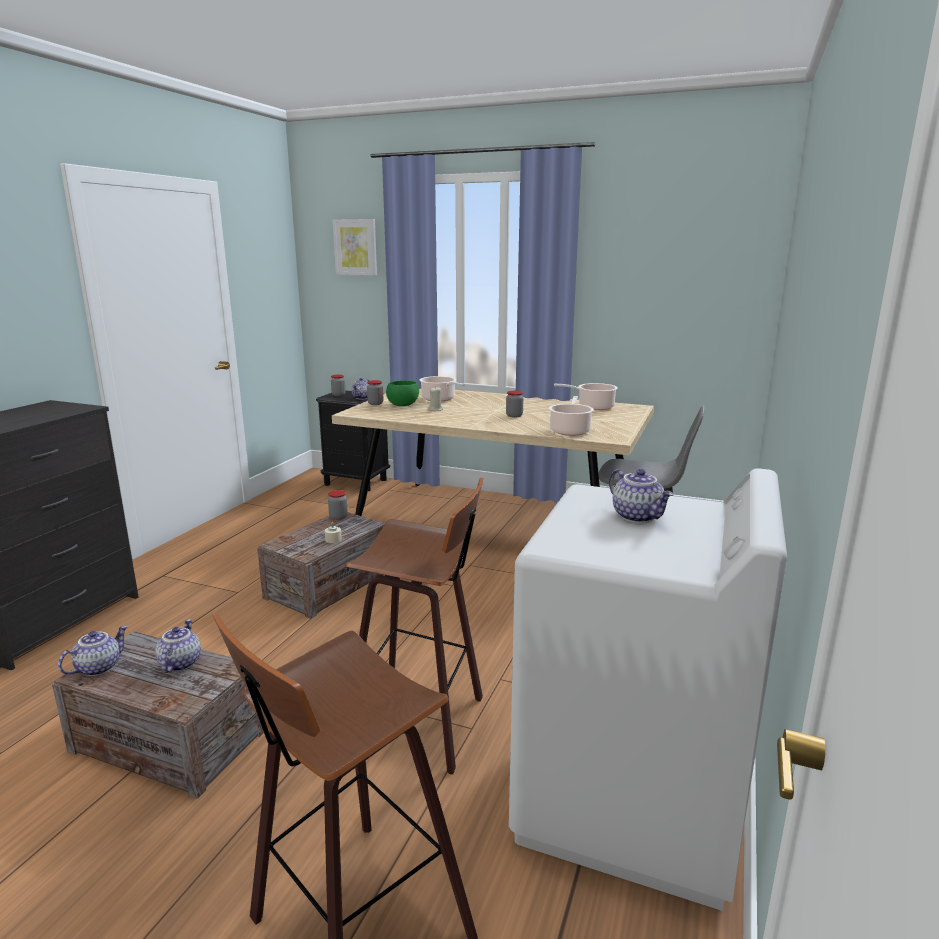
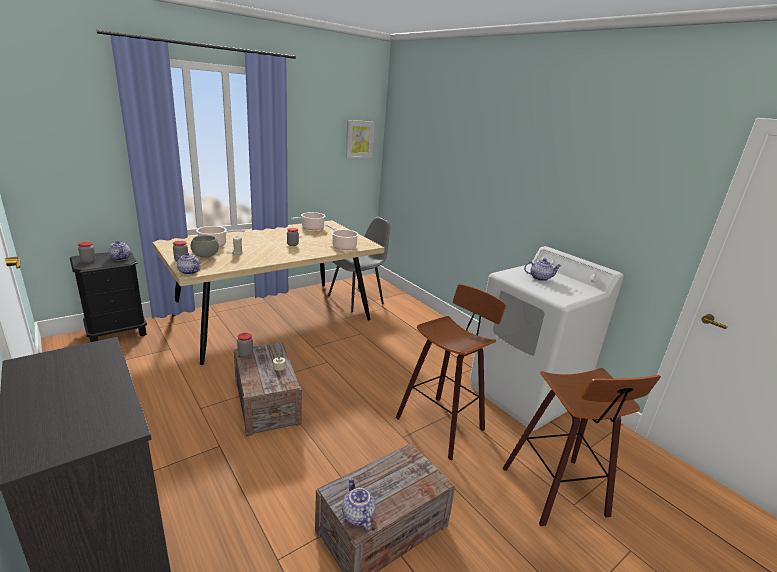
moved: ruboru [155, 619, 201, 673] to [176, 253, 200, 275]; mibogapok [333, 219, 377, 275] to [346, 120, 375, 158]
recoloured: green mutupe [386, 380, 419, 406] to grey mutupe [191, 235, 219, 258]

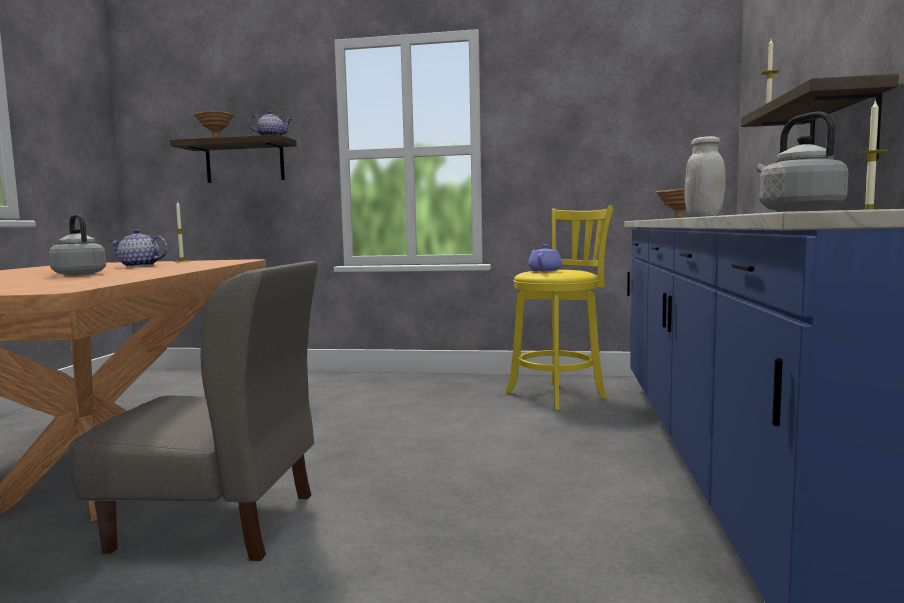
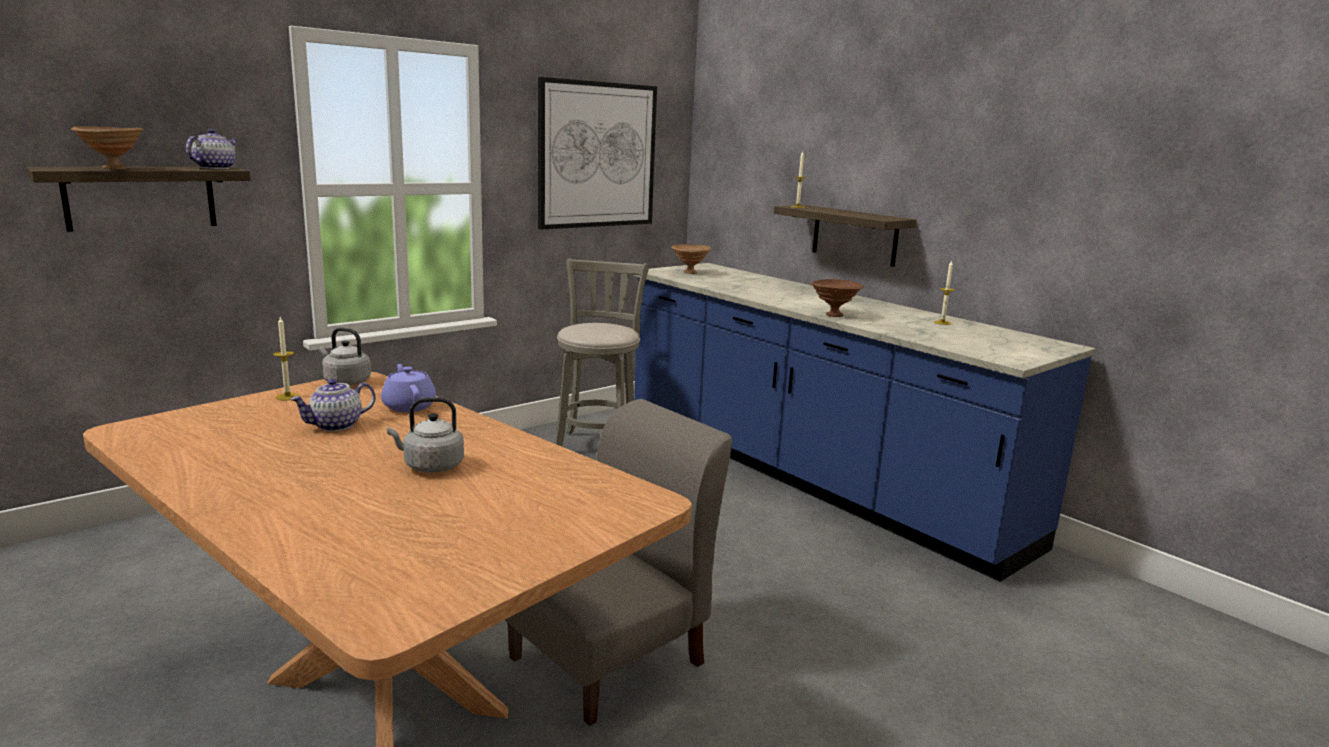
added: mibogapok [538, 77, 657, 230]
moved: purple ruboru [528, 245, 562, 271] to [381, 364, 436, 412]; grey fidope [757, 111, 848, 212] to [319, 328, 371, 386]
replaced: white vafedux [685, 136, 726, 217] to brown mutupe [811, 279, 863, 317]
recoloured: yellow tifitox [506, 205, 613, 410] to grey tifitox [554, 259, 649, 447]

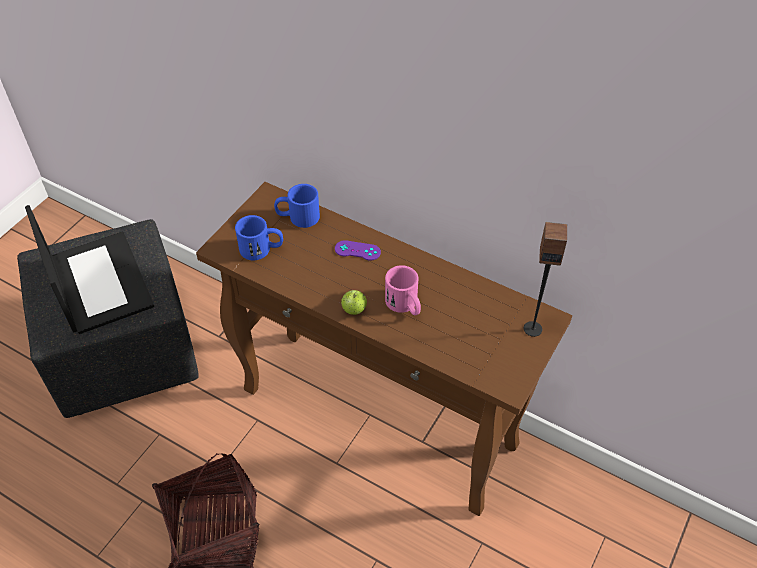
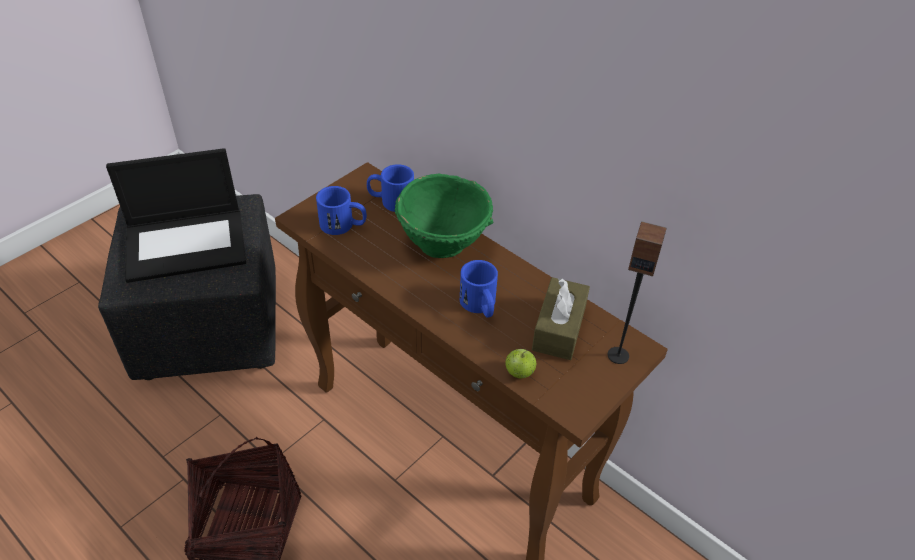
added: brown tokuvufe [532, 277, 590, 360]
moved: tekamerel [341, 290, 367, 315] to [505, 349, 536, 378]
replaced: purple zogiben [335, 240, 381, 261] to green mutupe [395, 174, 494, 258]
recoloured: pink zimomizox [385, 265, 421, 316] to blue zimomizox [460, 260, 498, 318]
turned: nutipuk [25, 205, 154, 334] = [106, 148, 246, 283] 90 degrees clockwise

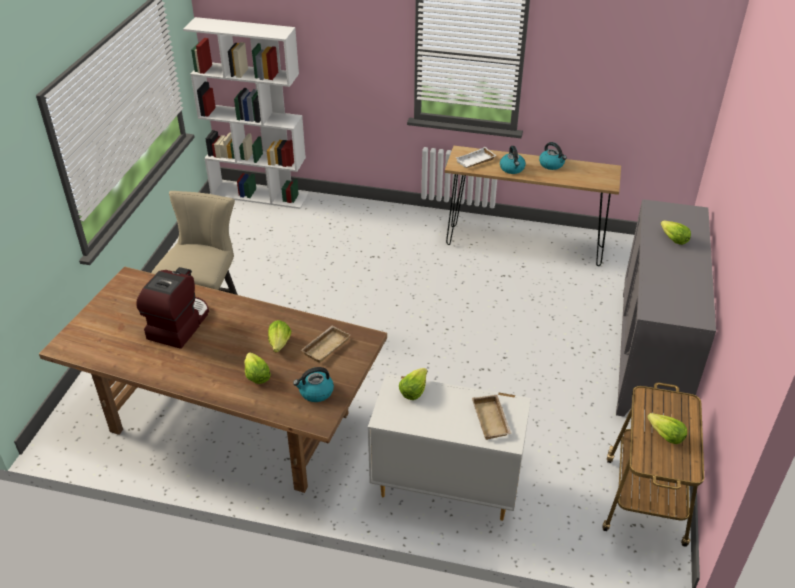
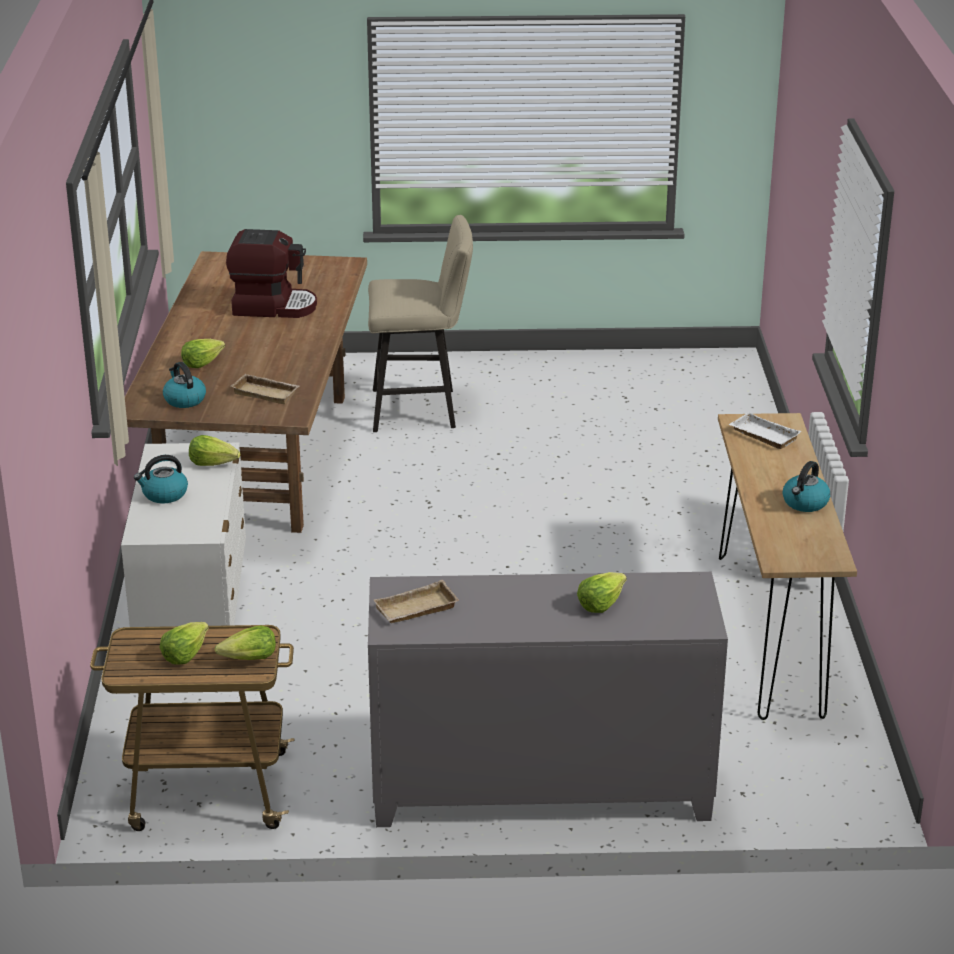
removed: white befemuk [183, 17, 309, 209]
moved: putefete [268, 320, 291, 353] to [214, 625, 276, 660]; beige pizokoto [472, 395, 512, 440] to [373, 580, 459, 623]; fidope [500, 146, 526, 174] to [134, 455, 188, 503]

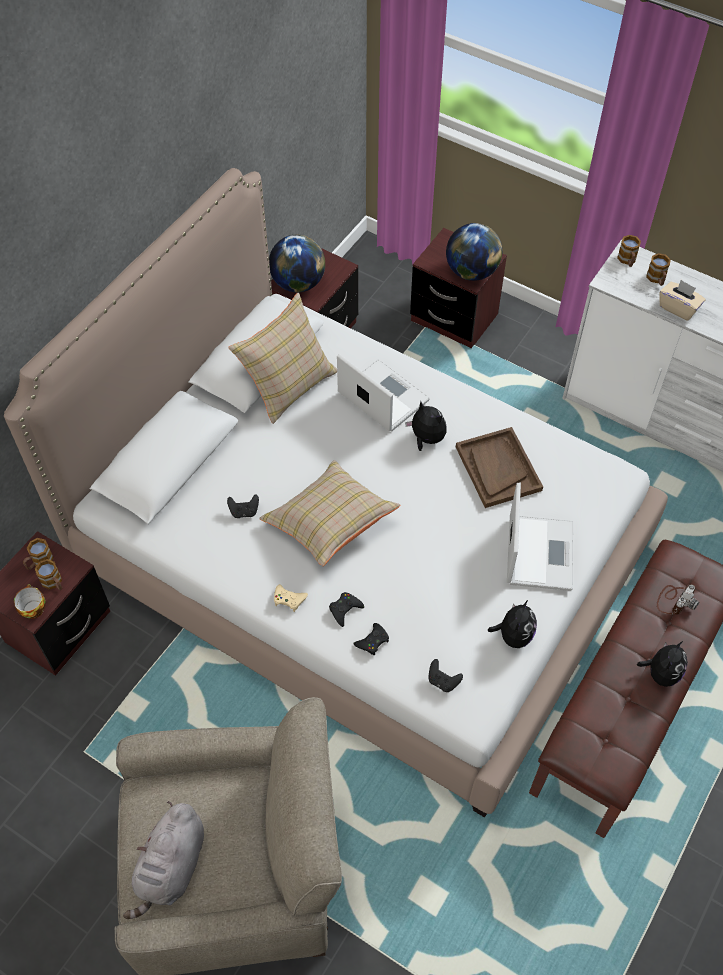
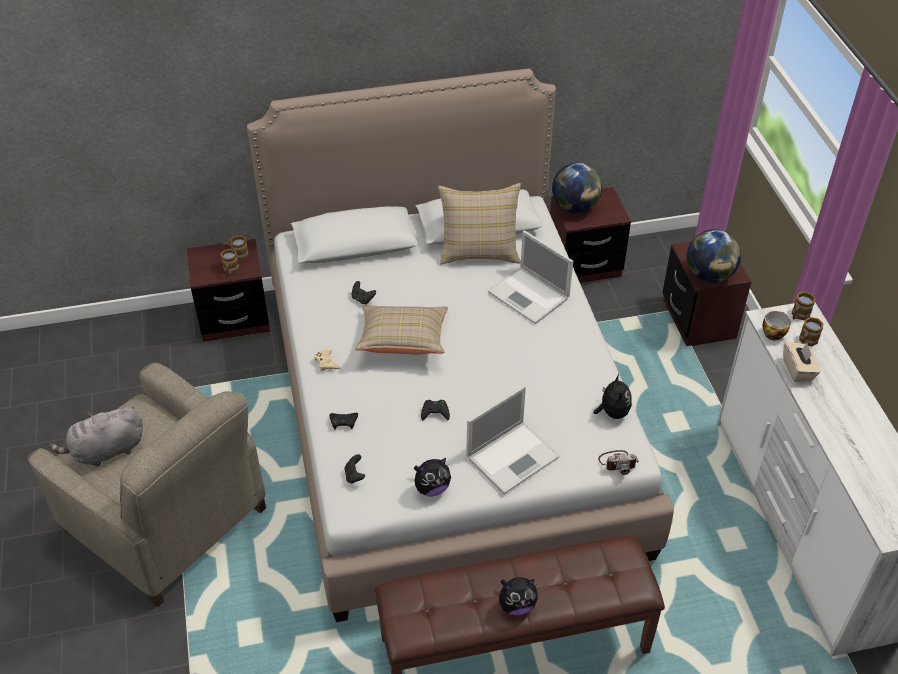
removed: brown pizokoto [456, 427, 543, 508]
moved: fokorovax [14, 584, 46, 619] to [762, 311, 791, 341]; black zogiben [329, 592, 364, 627] to [421, 400, 450, 420]; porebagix [405, 401, 447, 451] to [594, 374, 632, 419]; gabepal [657, 584, 699, 615] to [598, 450, 639, 475]
turned: nutipuk [337, 354, 430, 432] = [488, 230, 573, 324] 135 degrees clockwise

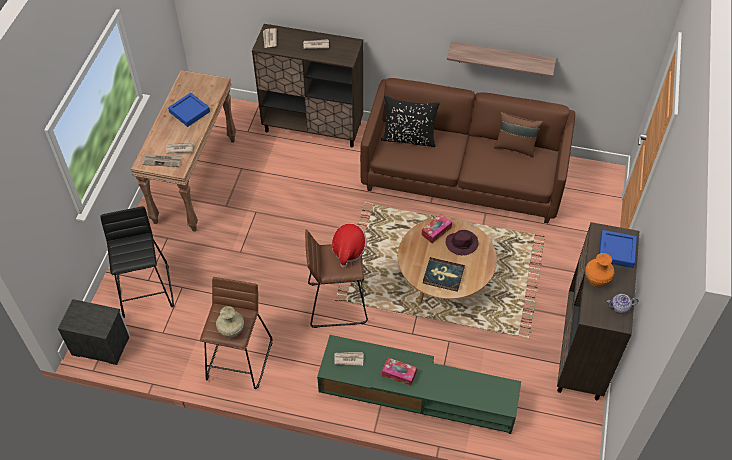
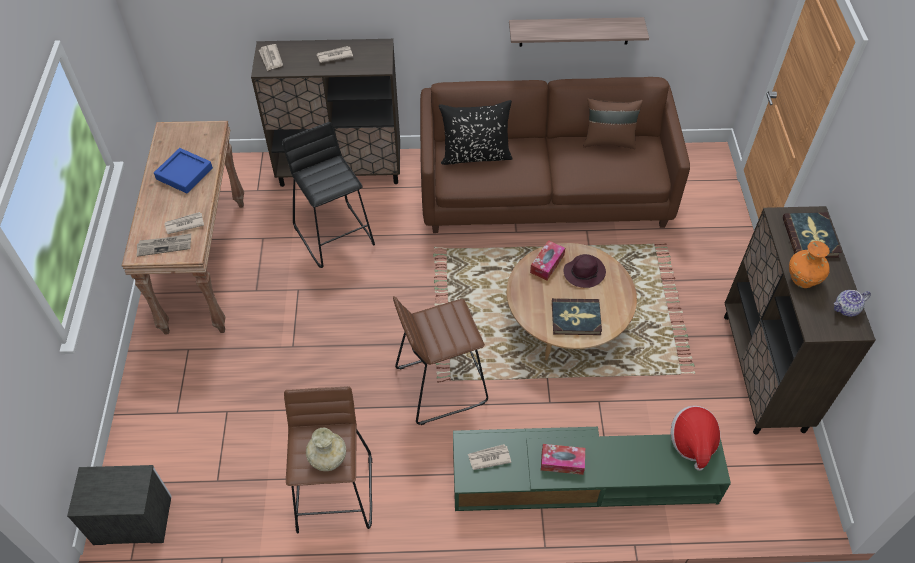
moved: black tifitox [100, 206, 174, 318] to [282, 122, 375, 268]; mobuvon [332, 223, 367, 268] to [671, 406, 720, 471]
replaced: blue pizokoto [599, 230, 637, 268] to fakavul [783, 212, 842, 258]

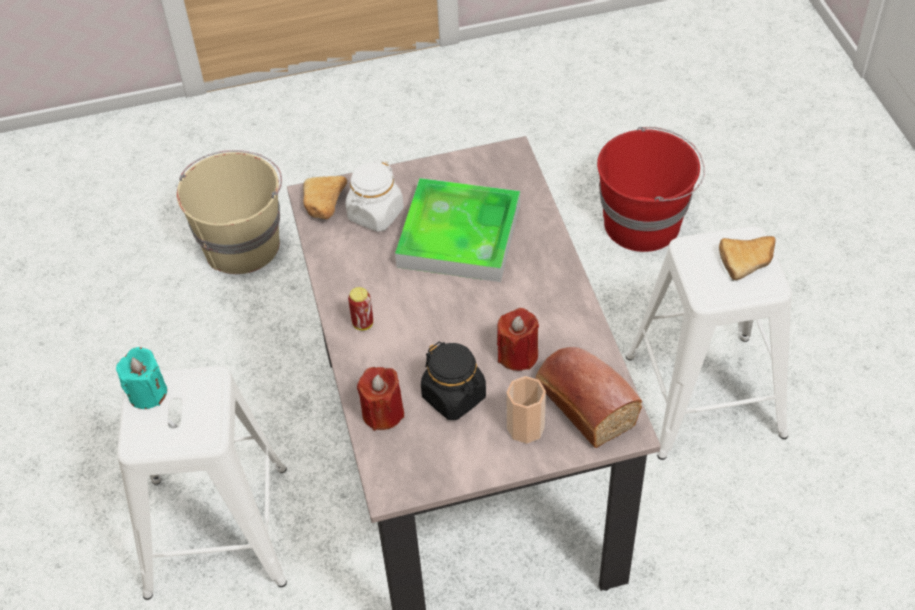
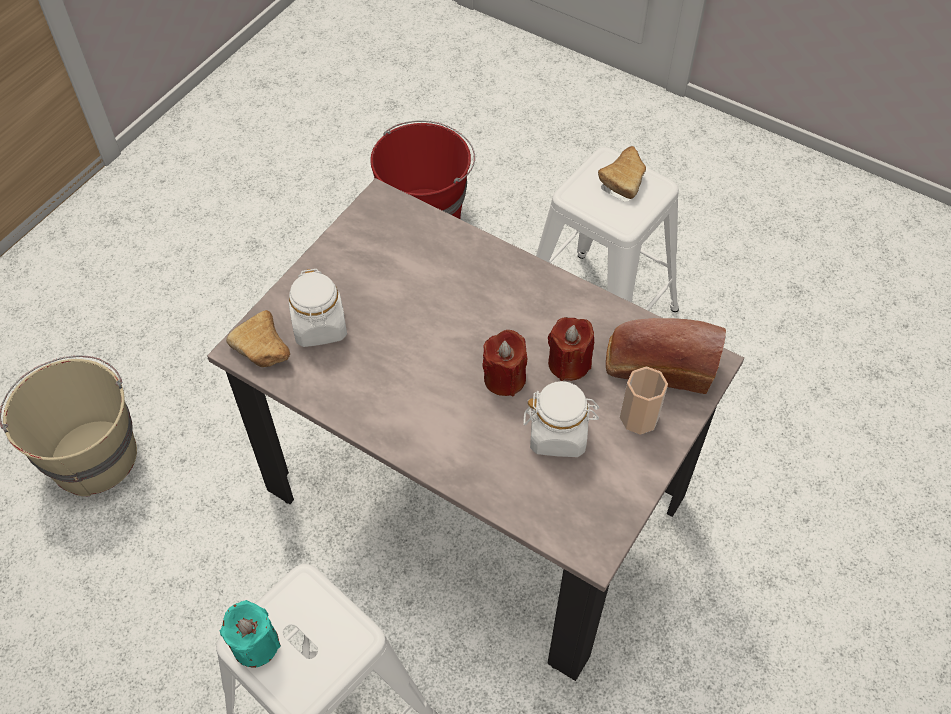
removed: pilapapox [348, 287, 373, 330]; pizokoto [395, 178, 520, 282]
moved: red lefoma [357, 367, 404, 431] to [482, 330, 528, 396]
recoloured: black vafedux [421, 342, 486, 420] to white vafedux [523, 381, 599, 457]

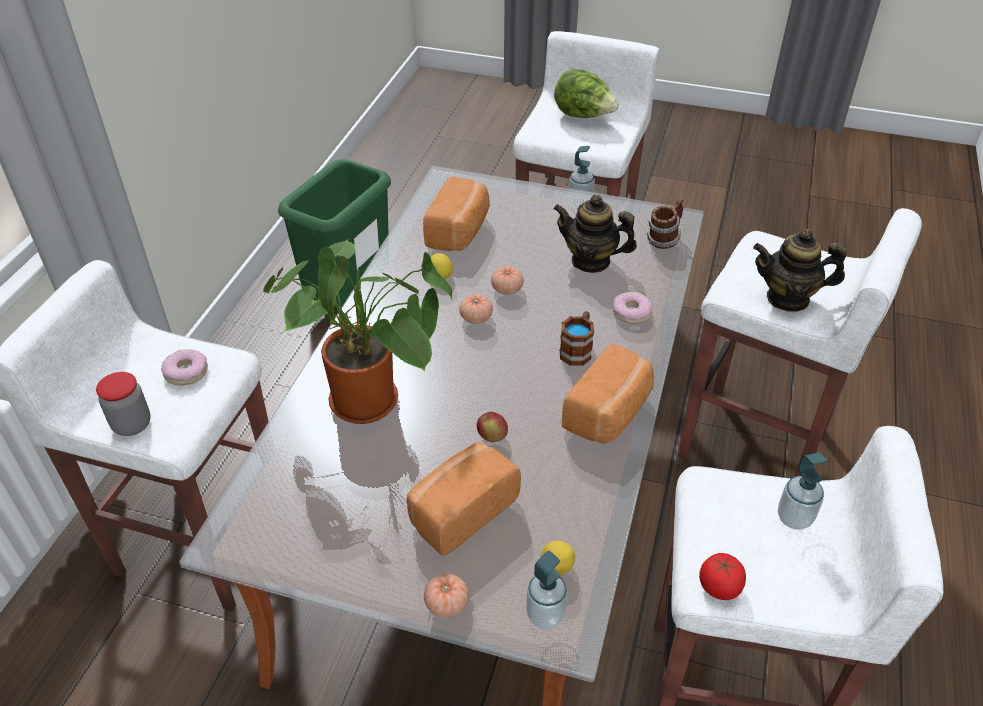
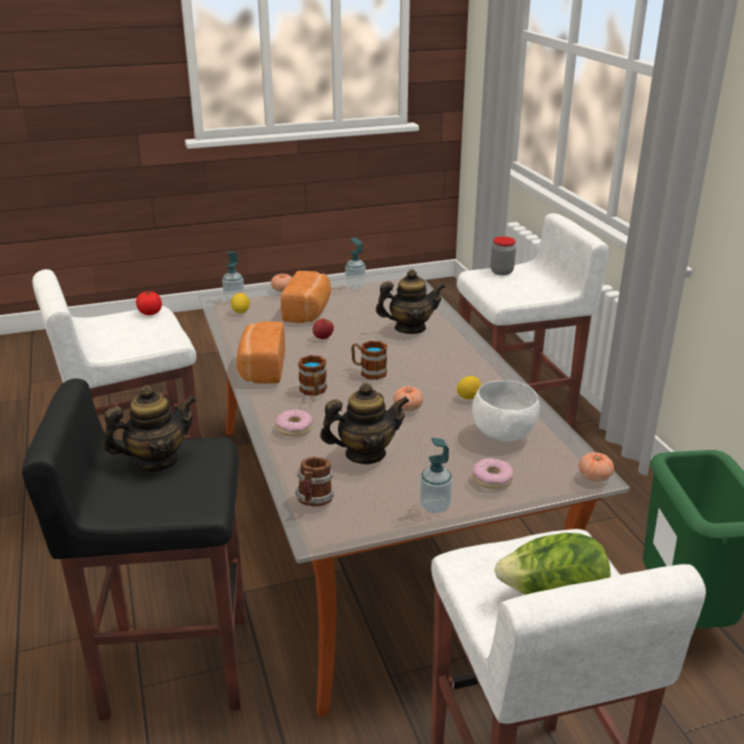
added: zimomizox [351, 341, 387, 380]
moved: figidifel [161, 349, 208, 386] to [472, 458, 514, 489]; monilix [459, 294, 493, 324] to [579, 452, 614, 482]; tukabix [778, 452, 827, 530] to [345, 238, 366, 290]
replaced: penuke [263, 240, 452, 424] to ruboru [376, 269, 445, 334]; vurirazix [423, 176, 490, 251] to white mutupe [472, 381, 540, 441]
recoloured: white tifitox [678, 208, 922, 477] to black tifitox [22, 379, 245, 720]

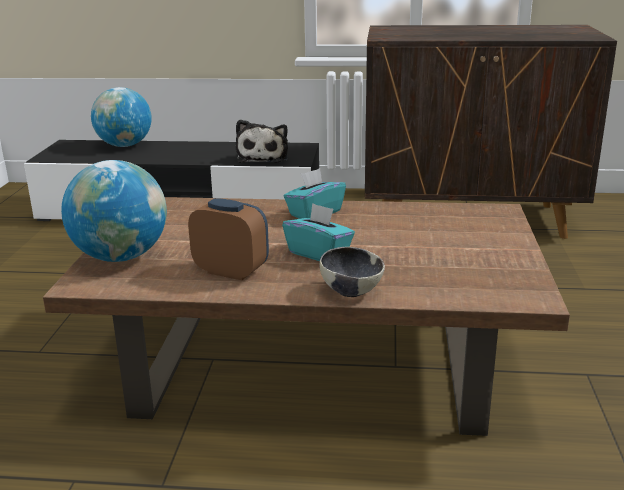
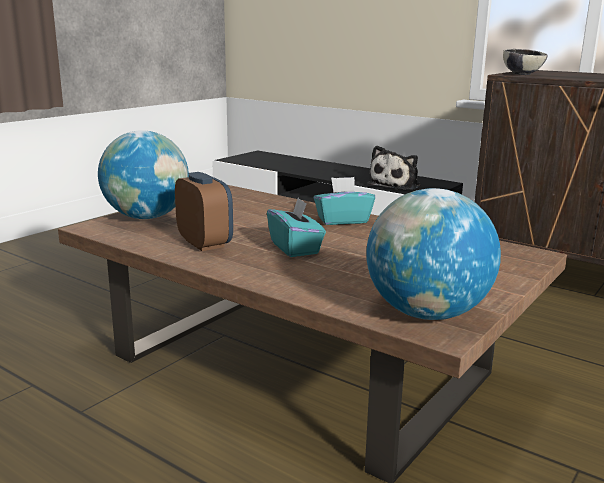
moved: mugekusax [91, 87, 152, 147] to [366, 188, 501, 320]; mutupe [319, 247, 385, 297] to [503, 49, 547, 75]

